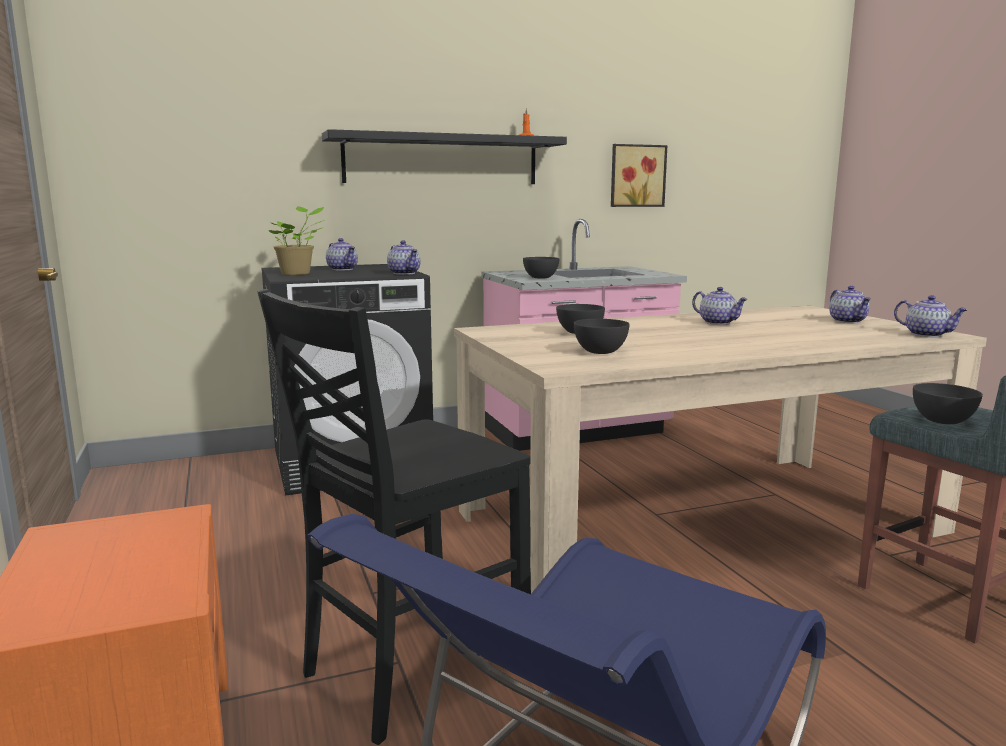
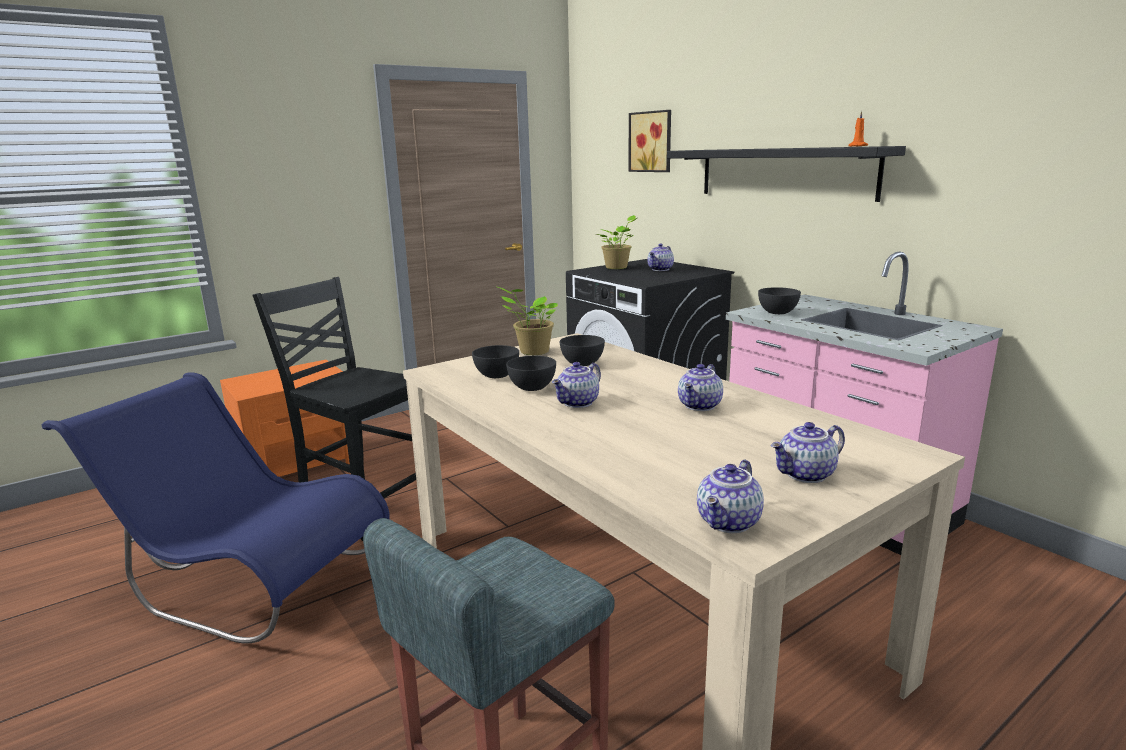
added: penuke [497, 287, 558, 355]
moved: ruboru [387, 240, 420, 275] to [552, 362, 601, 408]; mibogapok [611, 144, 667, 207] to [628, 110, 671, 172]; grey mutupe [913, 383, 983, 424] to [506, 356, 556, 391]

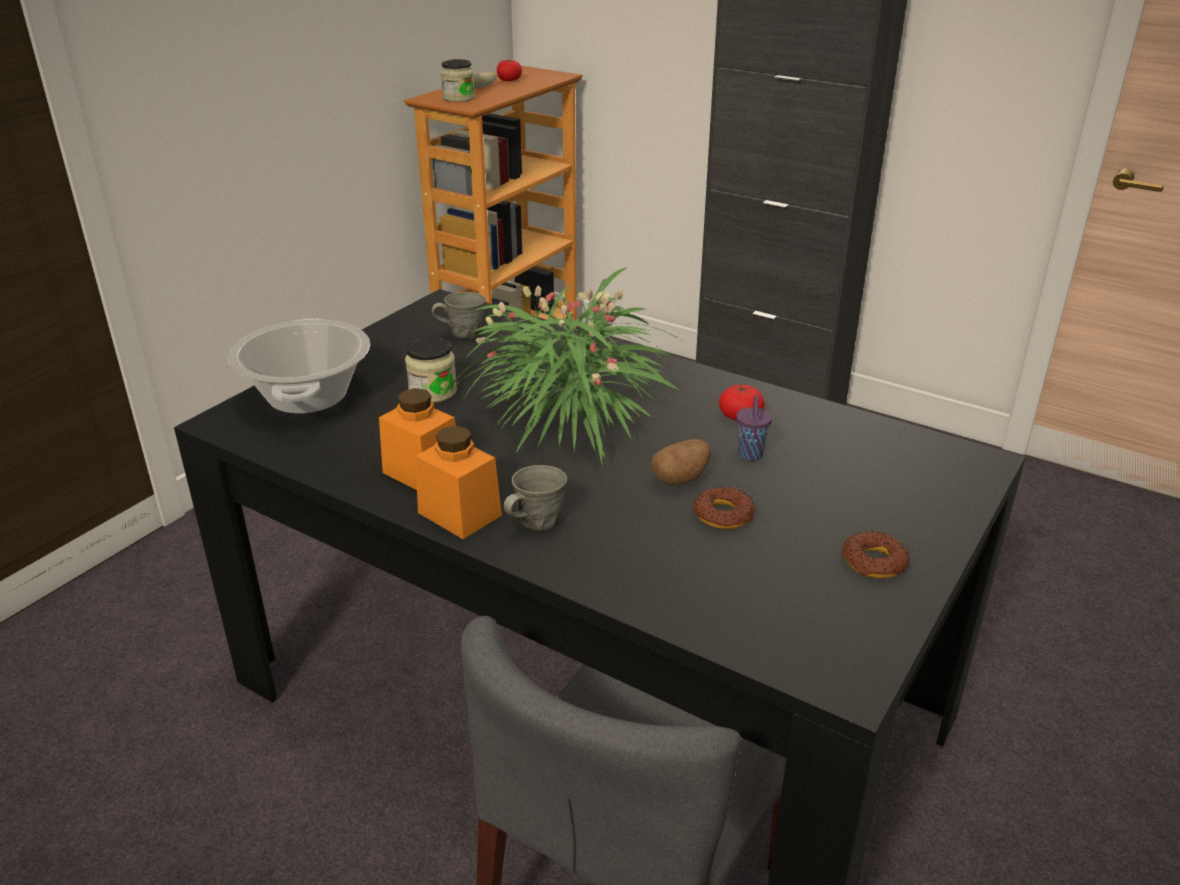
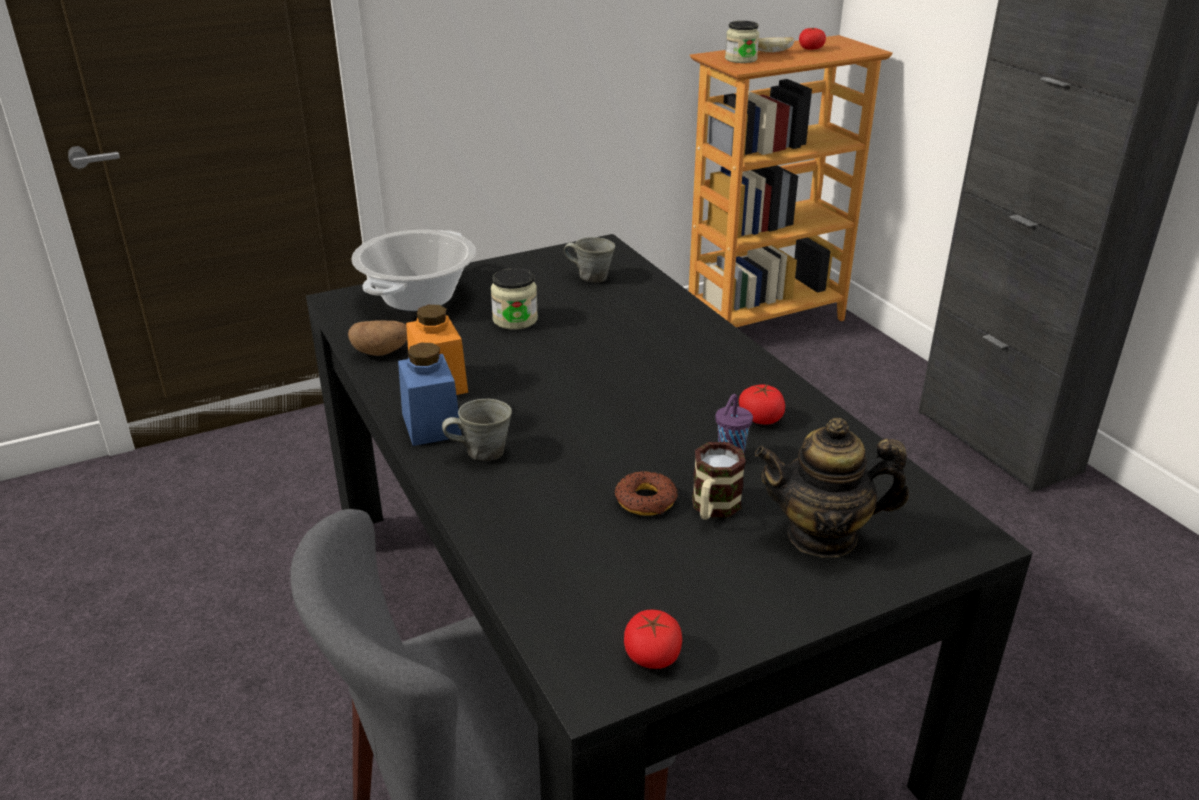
removed: penuke [442, 268, 684, 464]; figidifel [842, 531, 910, 579]
added: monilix [624, 610, 682, 669]; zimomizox [692, 442, 746, 520]; ruboru [755, 418, 909, 557]
moved: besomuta [651, 439, 711, 485] to [348, 320, 407, 356]
recoloured: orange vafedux [415, 426, 502, 539] to blue vafedux [398, 343, 462, 446]

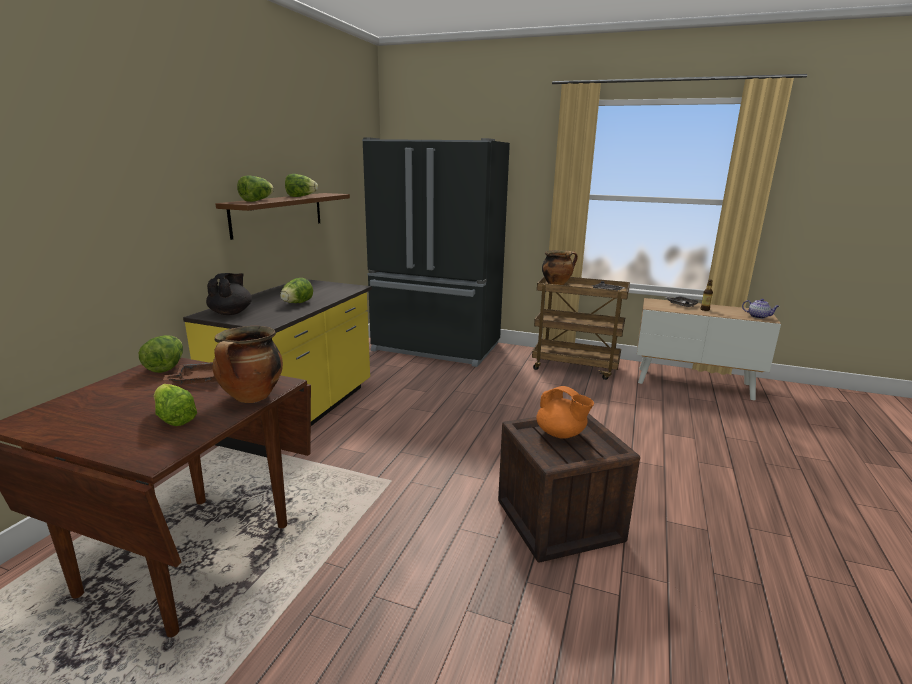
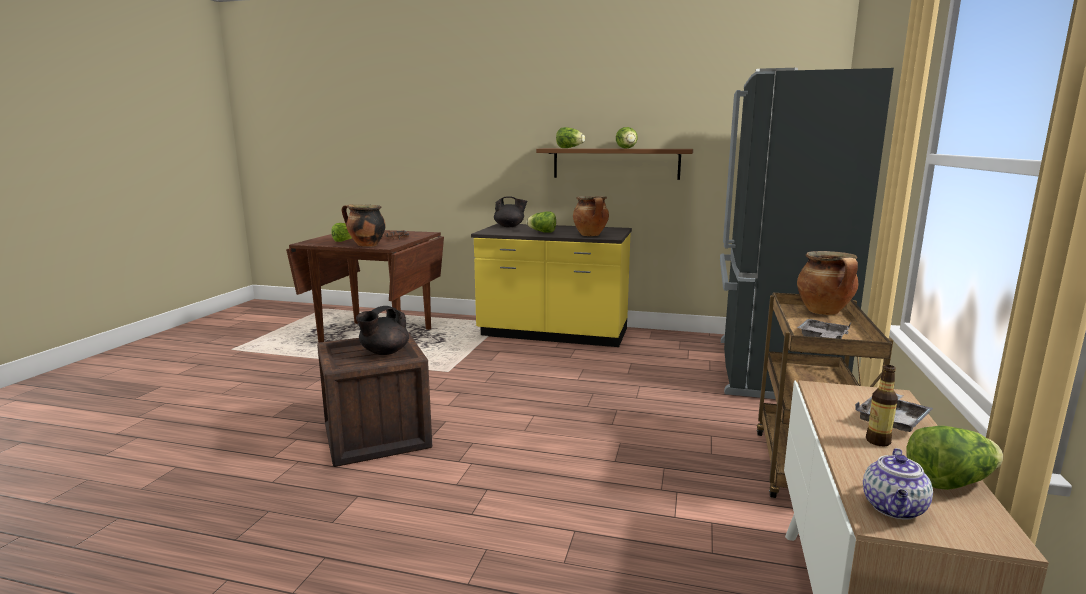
added: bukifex [573, 196, 609, 236]
moved: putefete [138, 335, 183, 373] to [906, 426, 1003, 490]
recoloured: orange ruboru [536, 386, 594, 439] to black ruboru [356, 306, 409, 355]

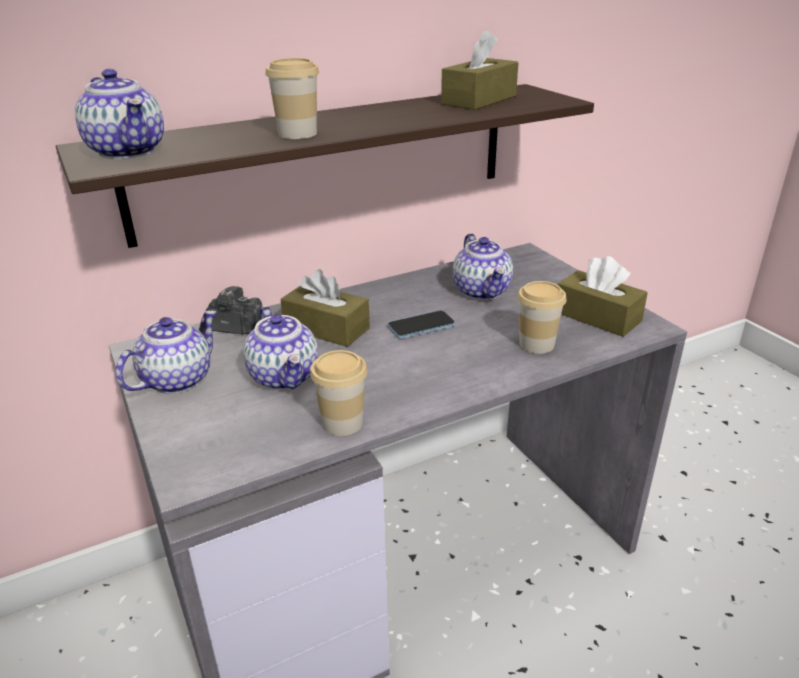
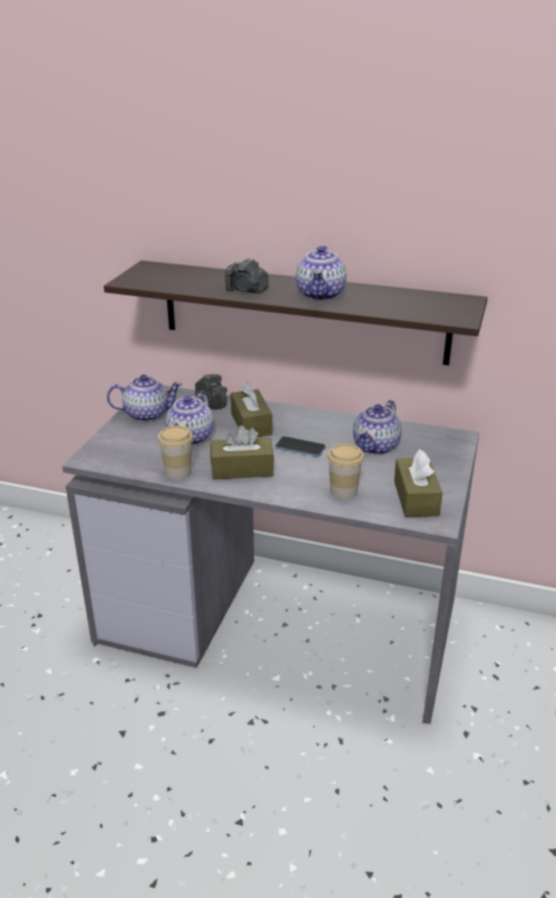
moved: ruboru [75, 69, 164, 159] to [296, 246, 346, 301]; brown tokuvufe [441, 29, 519, 110] to [210, 425, 274, 479]
replaced: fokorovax [265, 58, 319, 139] to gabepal [225, 258, 268, 293]

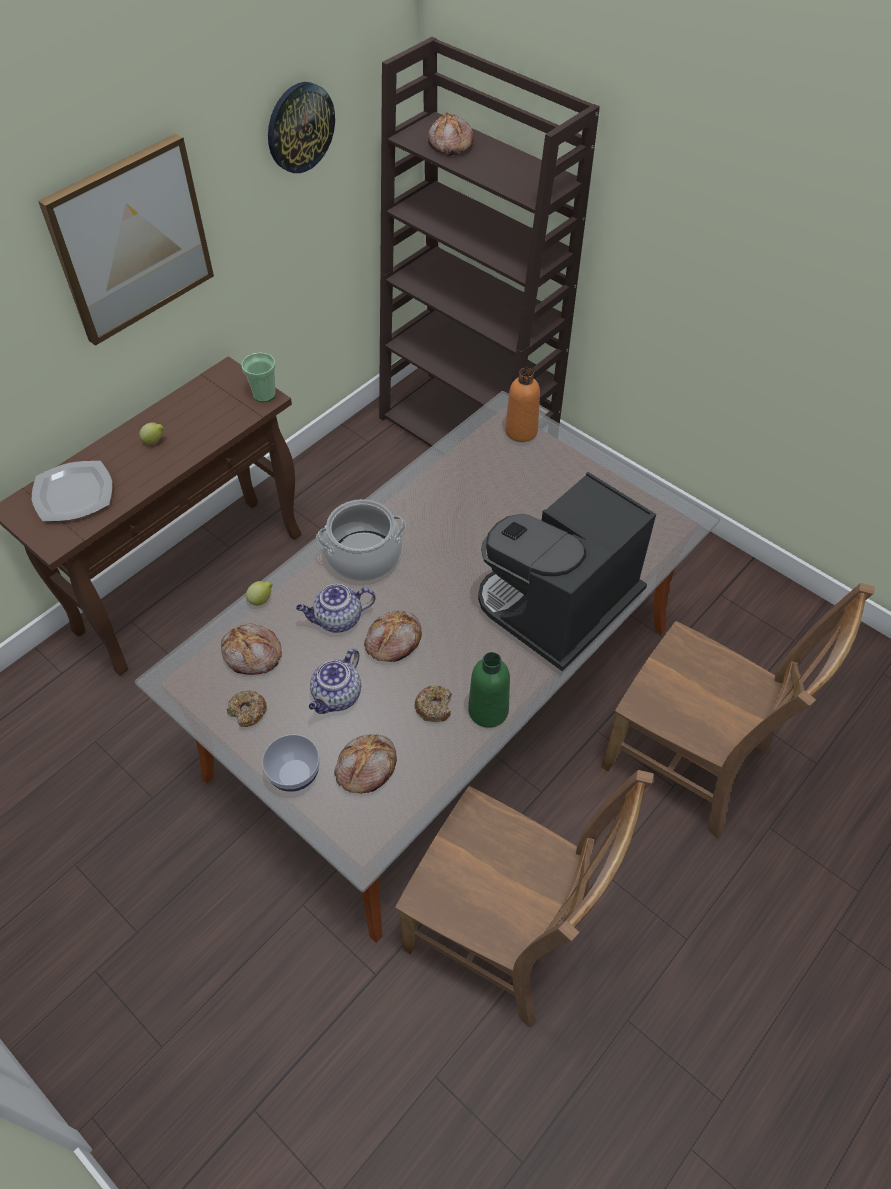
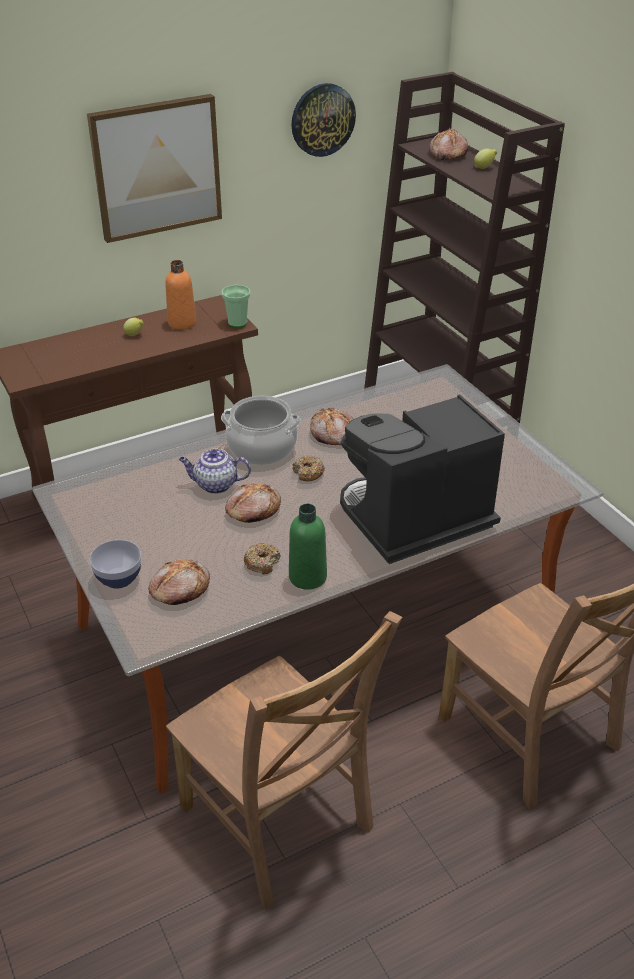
removed: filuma [32, 461, 112, 521]; ruboru [309, 648, 361, 714]
moved: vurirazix [221, 624, 282, 675] to [310, 408, 353, 445]; figidifel [227, 691, 267, 727] to [292, 455, 325, 482]; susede [246, 581, 273, 606] to [474, 149, 497, 169]; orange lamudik [505, 368, 540, 442] to [165, 260, 196, 330]

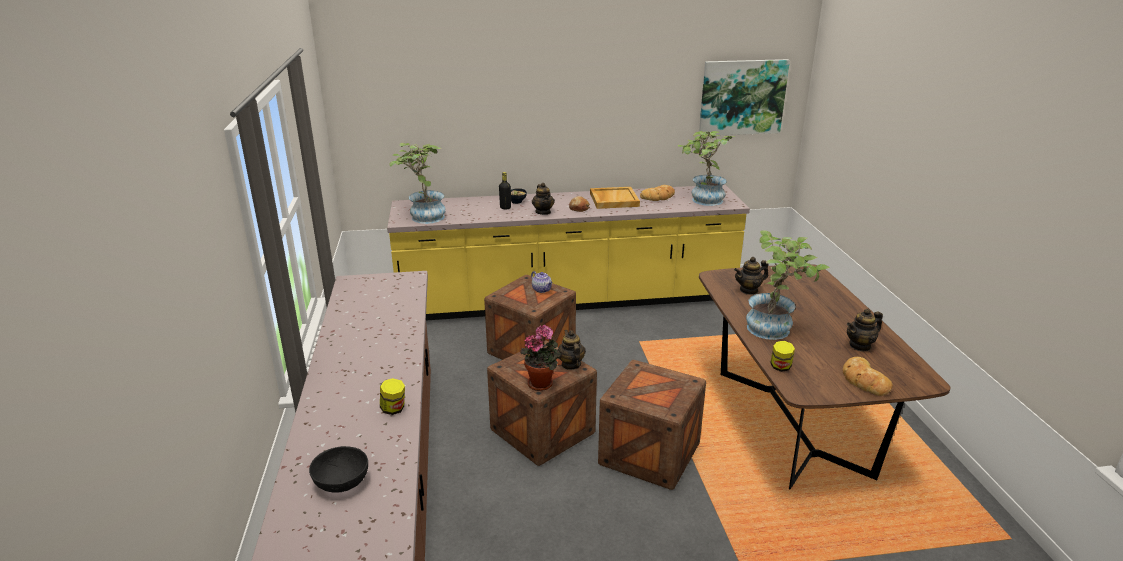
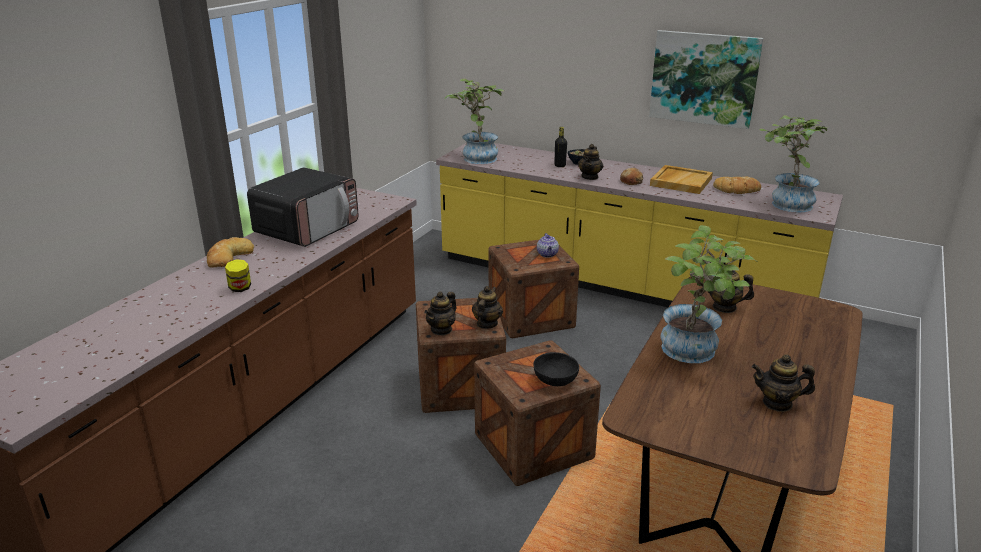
removed: vafedux [770, 341, 795, 372]
added: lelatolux [247, 167, 359, 247]
moved: black mutupe [309, 446, 368, 493] to [533, 352, 579, 386]; mibogapok [699, 59, 790, 136] to [649, 30, 763, 129]; vurirazix [843, 357, 893, 396] to [207, 237, 254, 268]
replaced: penuke [520, 325, 561, 391] to ruboru [424, 291, 457, 336]

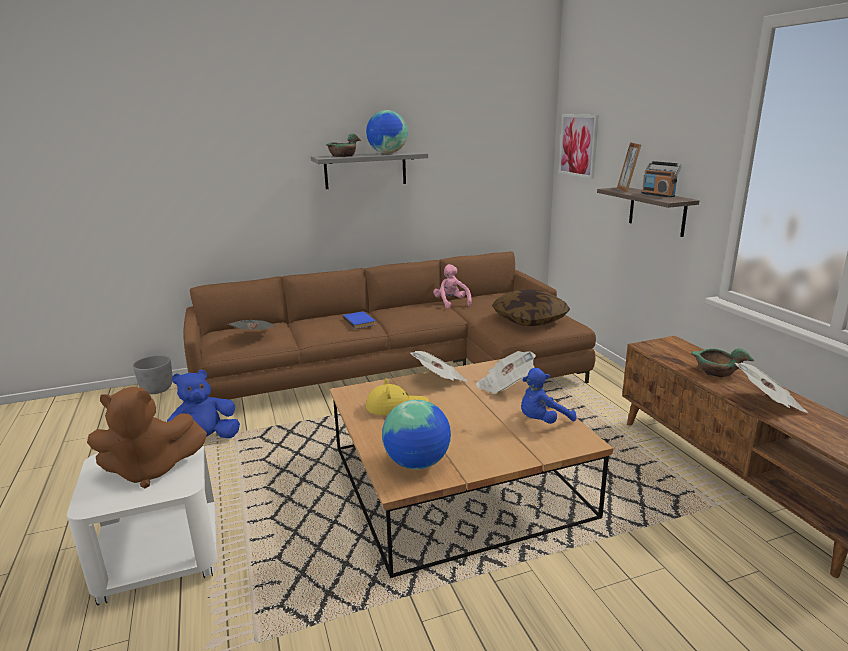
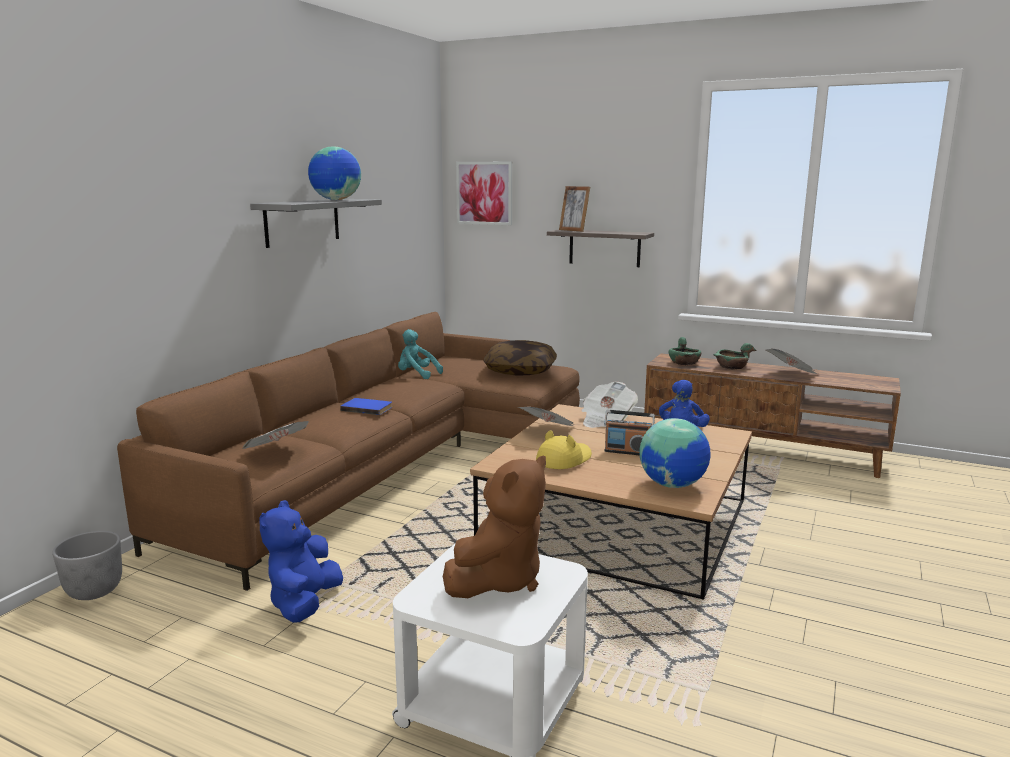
moved: green mutupe [326, 134, 361, 157] to [669, 337, 701, 365]; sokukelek [642, 161, 682, 198] to [604, 410, 655, 455]
recoloured: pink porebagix [433, 264, 472, 309] to turquoise porebagix [398, 329, 443, 379]

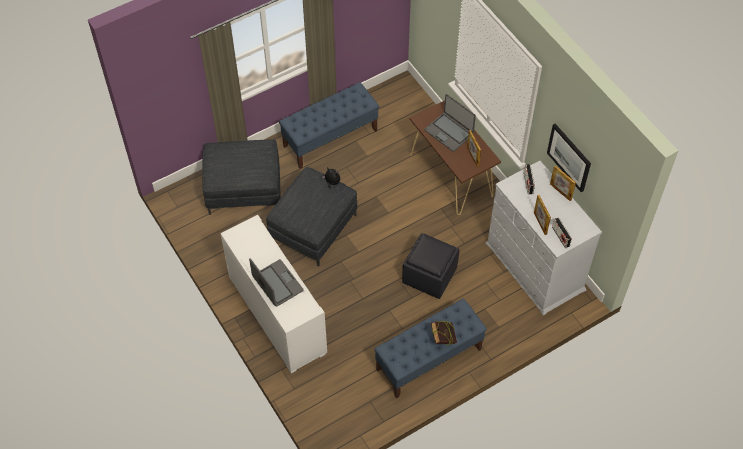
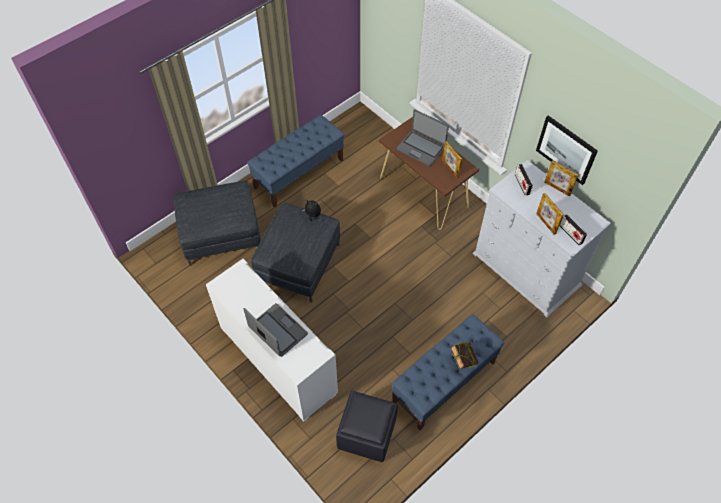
moved: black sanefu [402, 233, 459, 299] to [336, 390, 398, 462]

